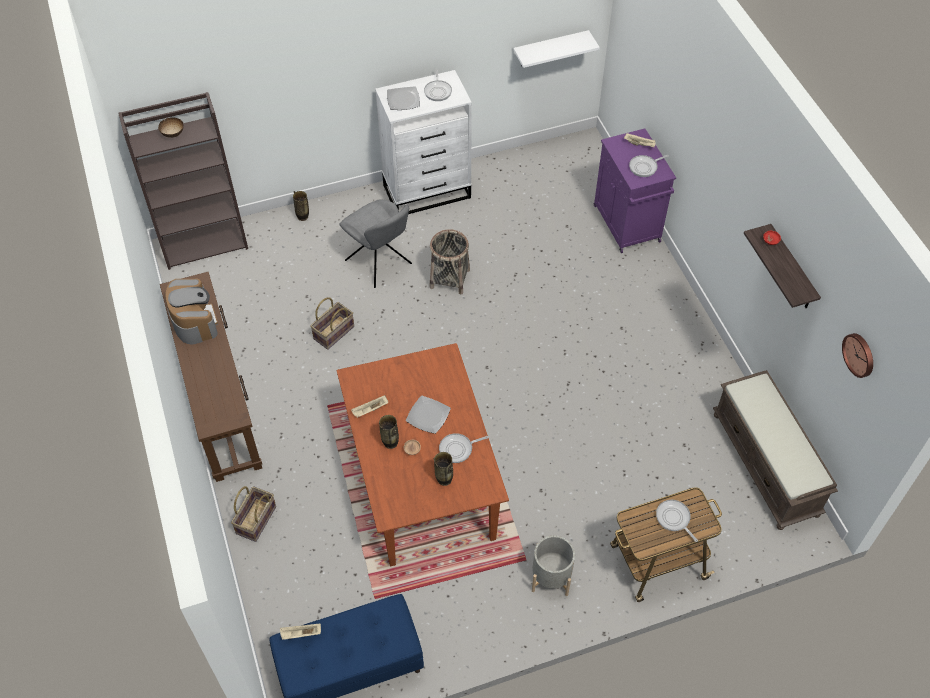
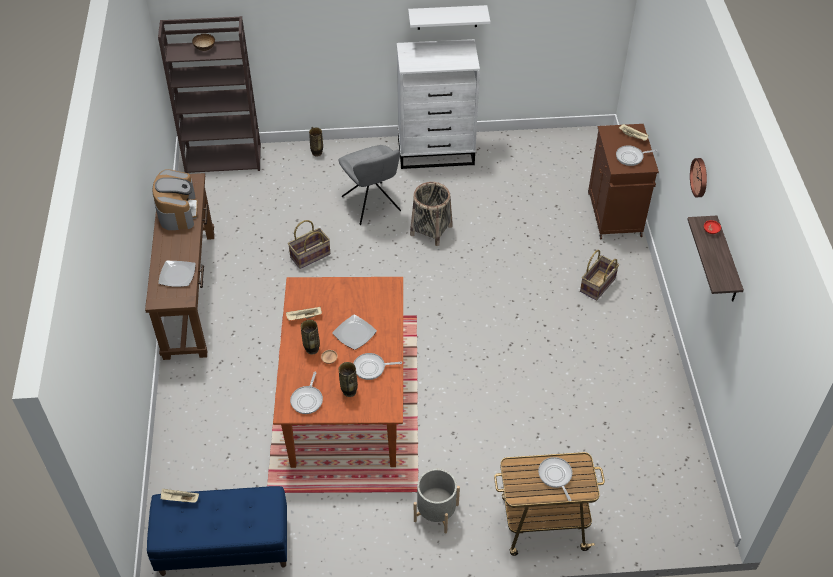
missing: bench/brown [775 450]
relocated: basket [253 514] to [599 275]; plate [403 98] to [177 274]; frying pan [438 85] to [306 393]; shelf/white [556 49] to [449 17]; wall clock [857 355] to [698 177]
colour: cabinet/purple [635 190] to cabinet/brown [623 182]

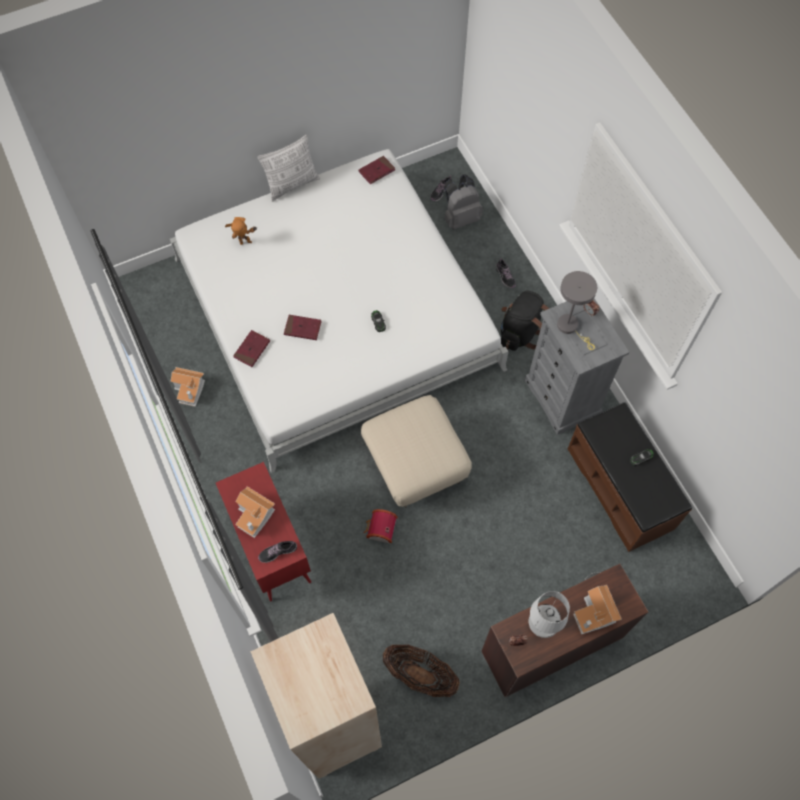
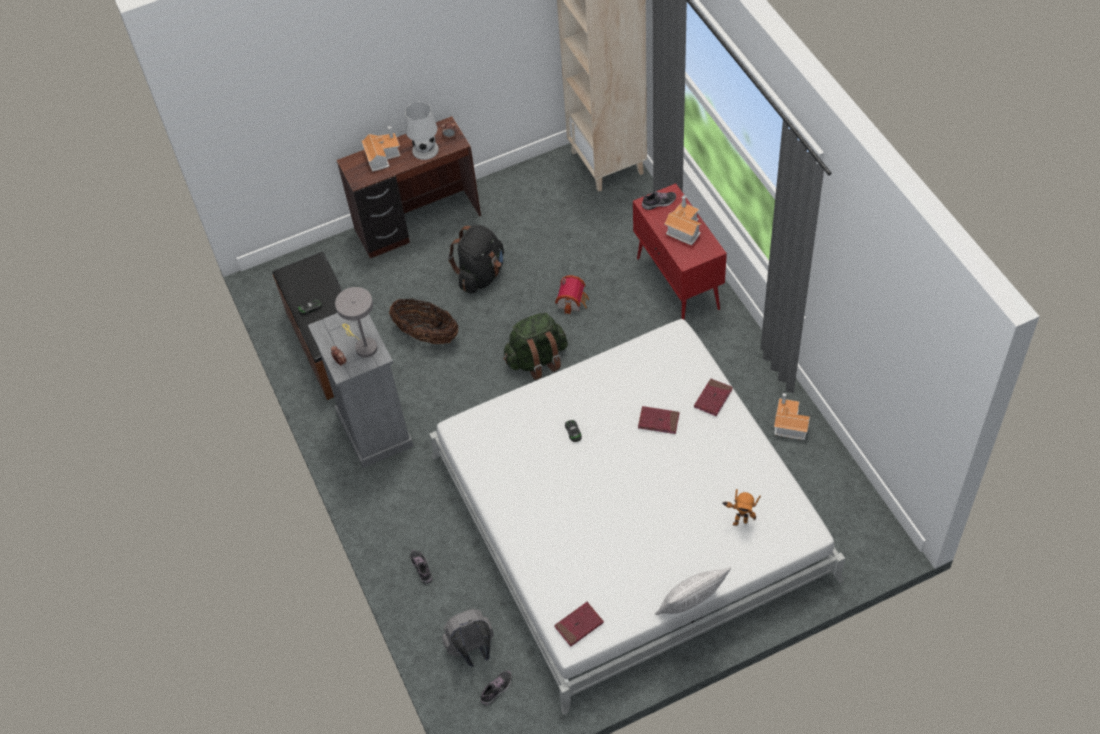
relocated: basket [421 670] to [423 321]; backpack/black [525 320] to [476 259]
exchanged: ottoman/beige [416 451] to backpack/green [535 346]

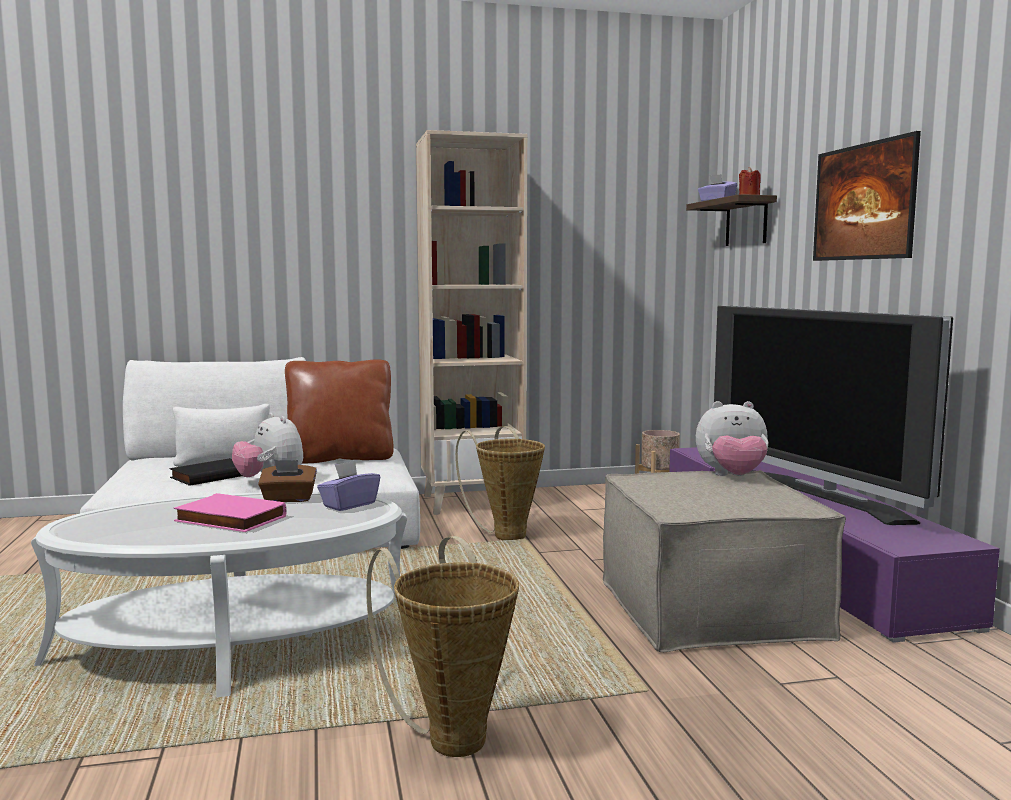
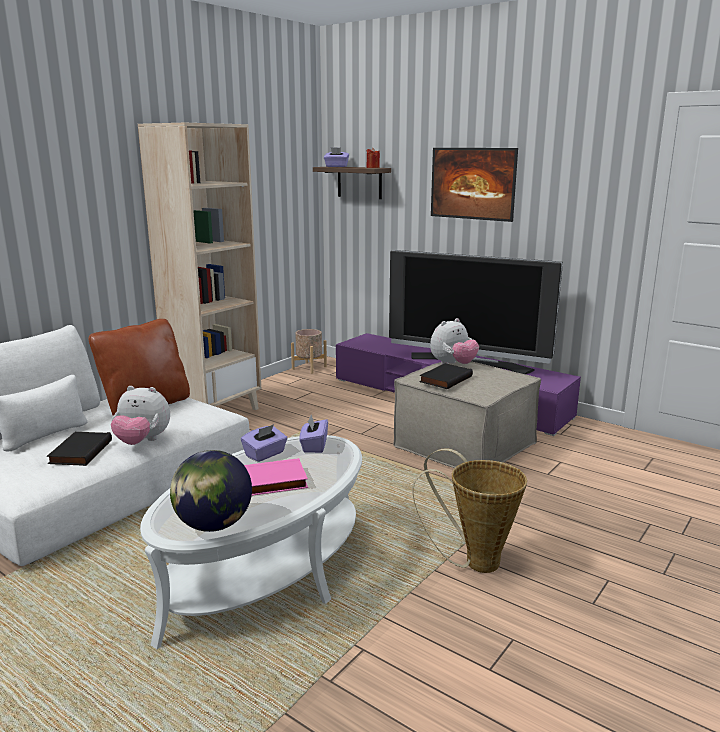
missing: basket [500 483]
appeared: globe [211 491]; book/black [446 376]
colour: tissue box/brown [287 481] to tissue box/purple [264 443]

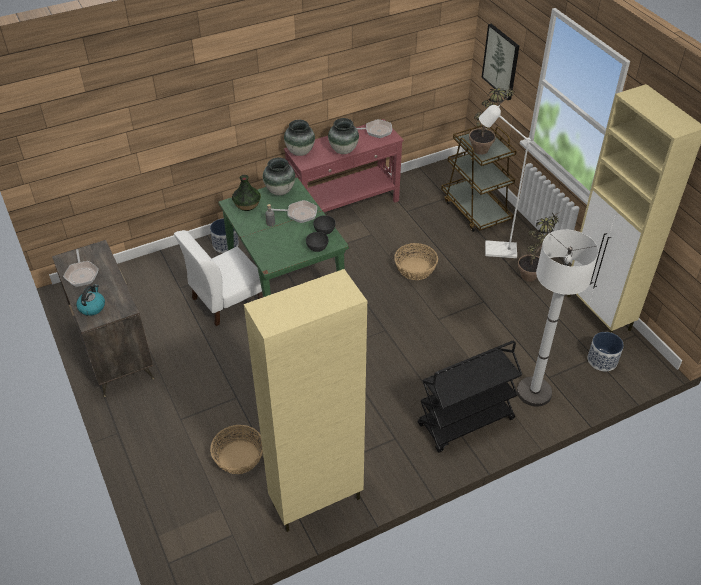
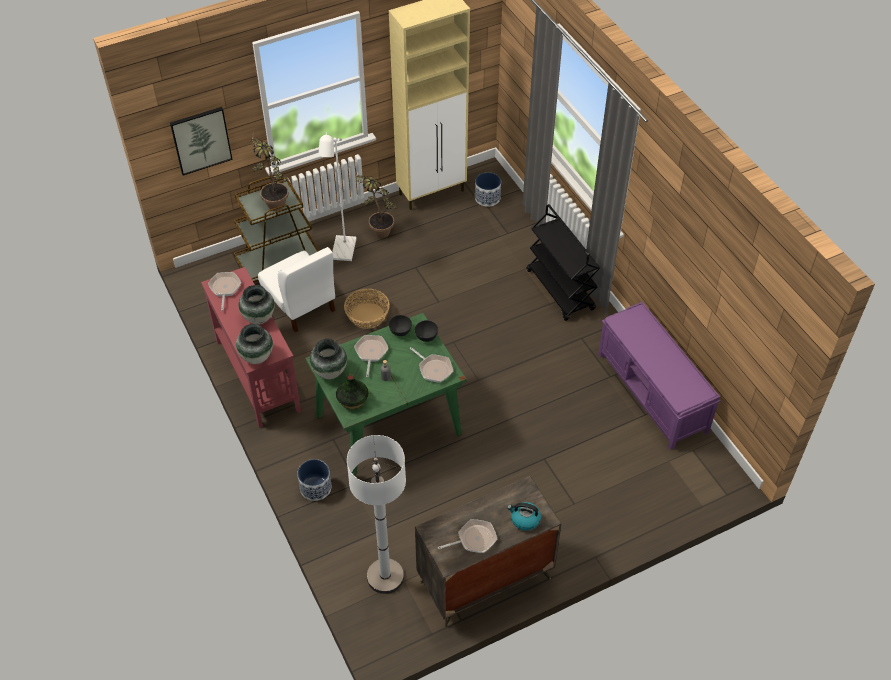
missing: basket [236 449]
appeared: frying pan [431 365]
relocated: chair/white [218 278] to [296 289]; floor lamp/white [558 318] to [376 514]
exchanged: cabinet/beige [305 400] to bench/purple [659 376]

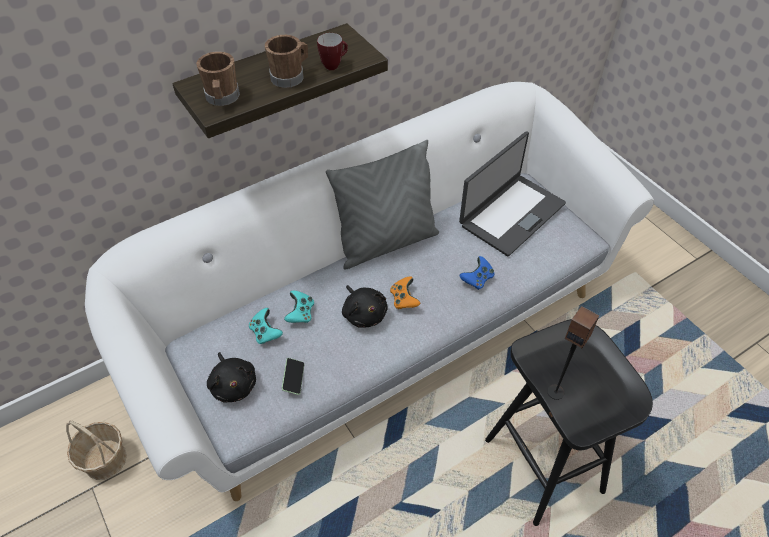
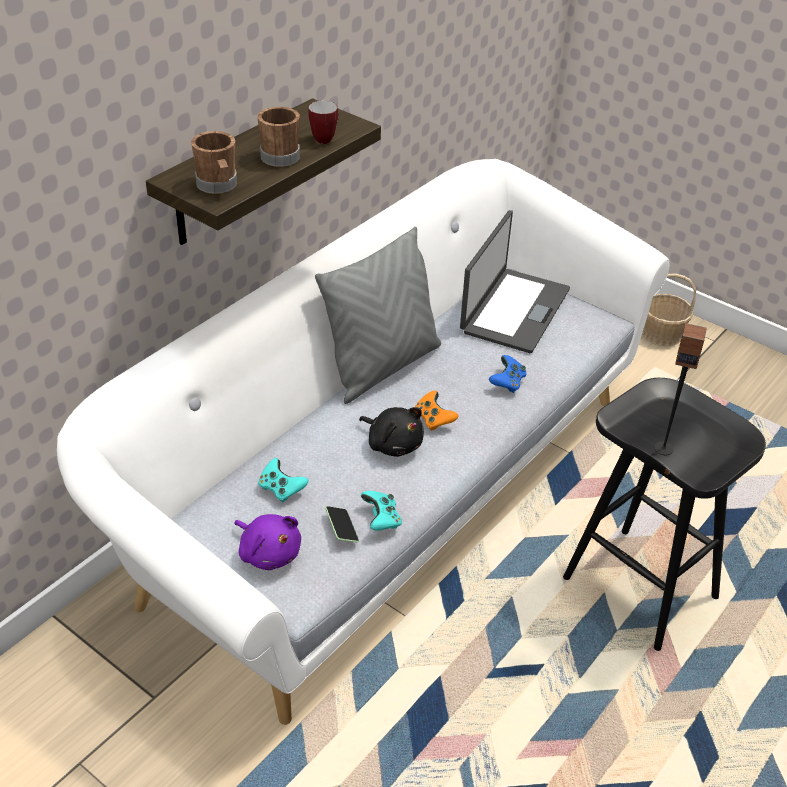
relocated: basket [96 450] to [669 309]; game controller/turquoise [299 307] to [381 511]
colour: plush toy/black [231 377] to plush toy/purple [267 542]

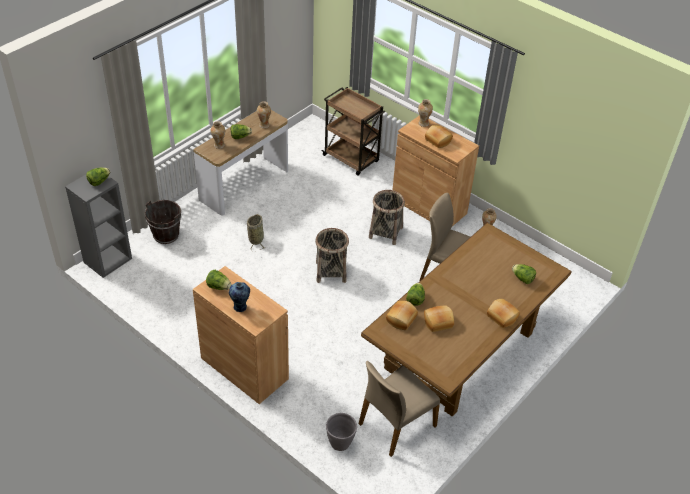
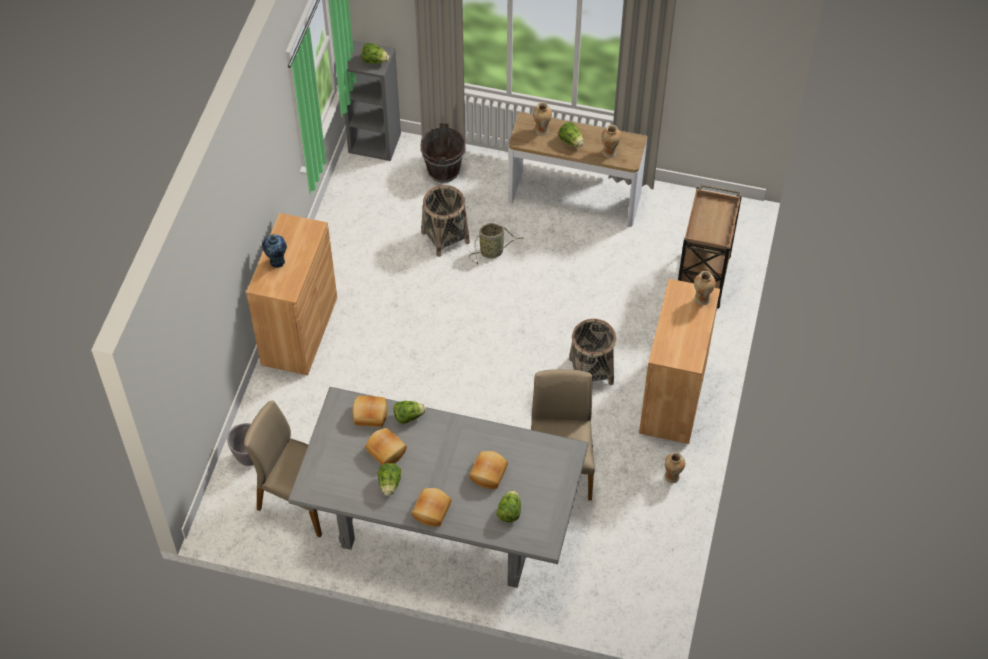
relocated: lettuce [219 280] to [389 479]; basket [332 255] to [445 221]; bread [439 136] to [488 470]
colour: dining table/brown [466 320] to dining table/grey [438 487]

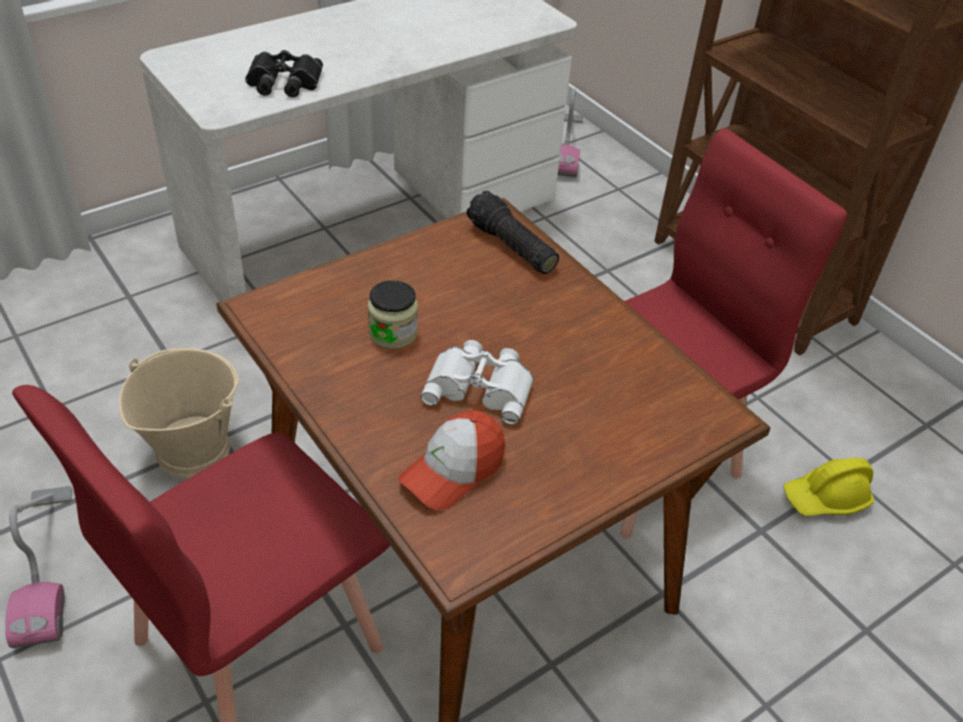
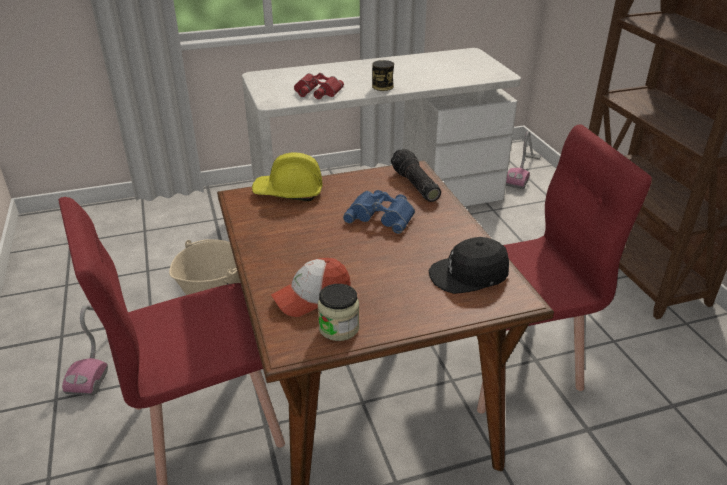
missing: binoculars/white [477 382]
appeared: binoculars/blue [379 212]; can [383 75]; cap/black [468 265]
relocated: jar [393 314] to [338 312]; hard hat/yellow [829 487] to [287 176]
colour: binoculars/black [284 73] to binoculars/red [319 86]

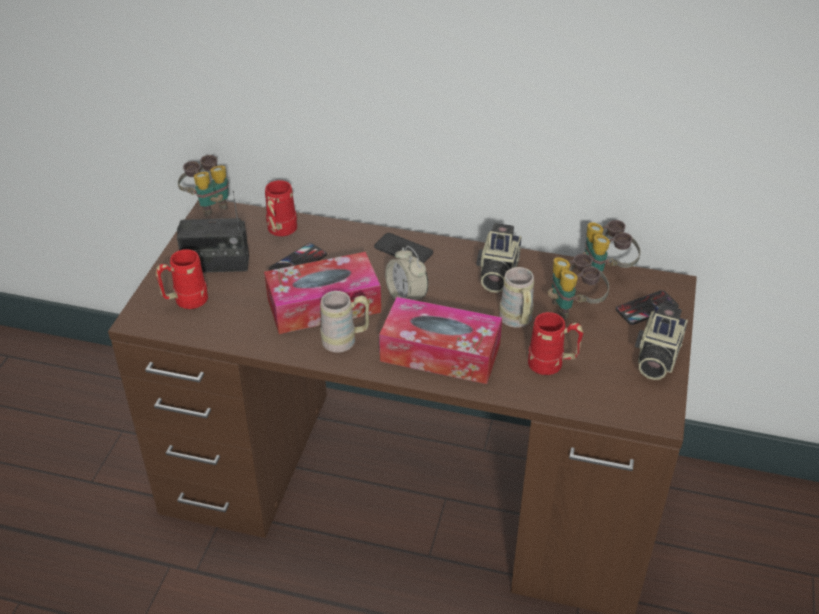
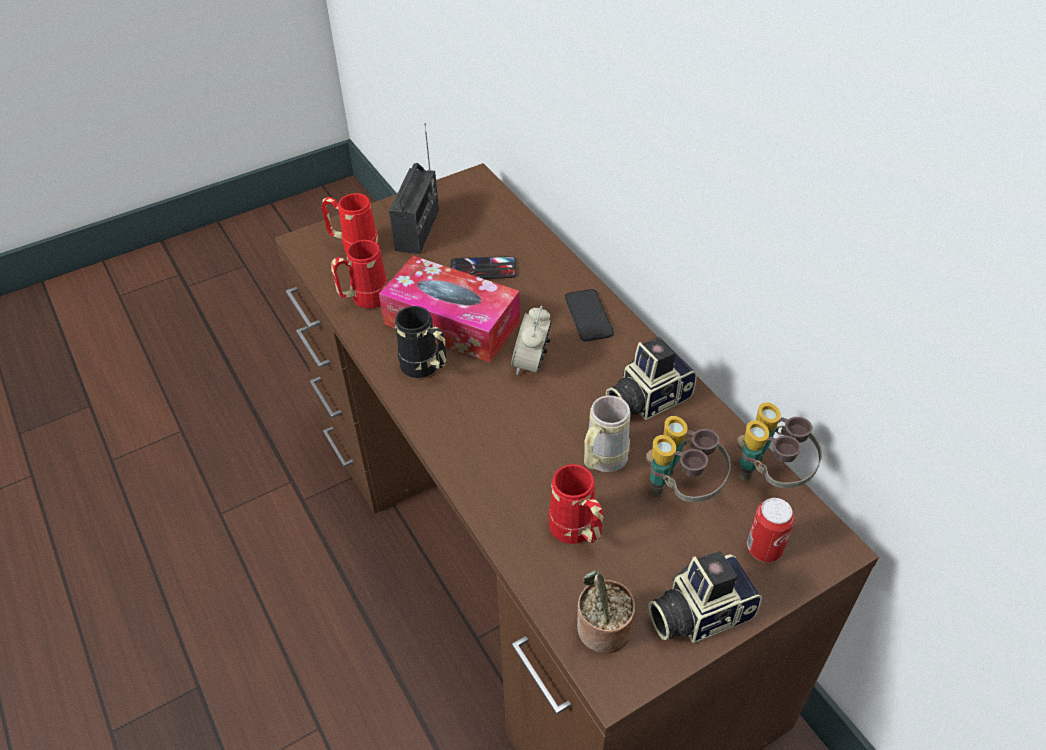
missing: binoculars [203 186]; tissue box [440 340]
appeared: potted plant [606 612]
relocated: mug/red [281 208] to [359 274]
exchanged: phone [647 307] to can [771 530]
colour: mug/beige [344 322] to mug/black [421 342]
spun: radio [213 231] = [414 188] 120 degrees counterclockwise

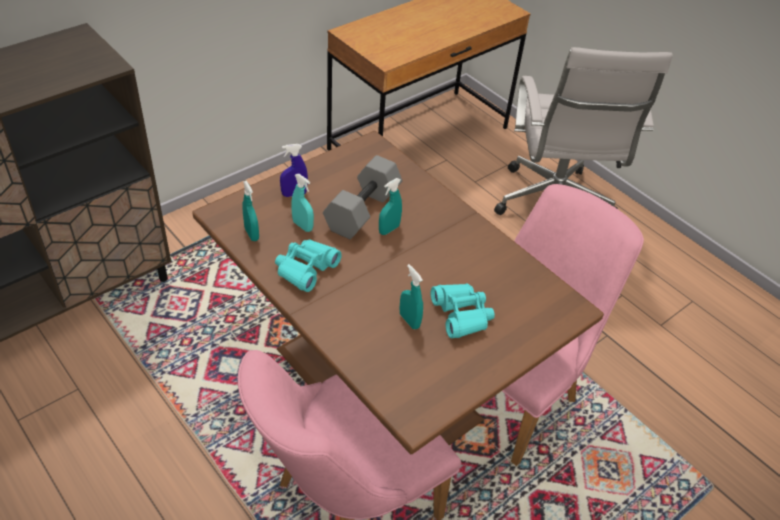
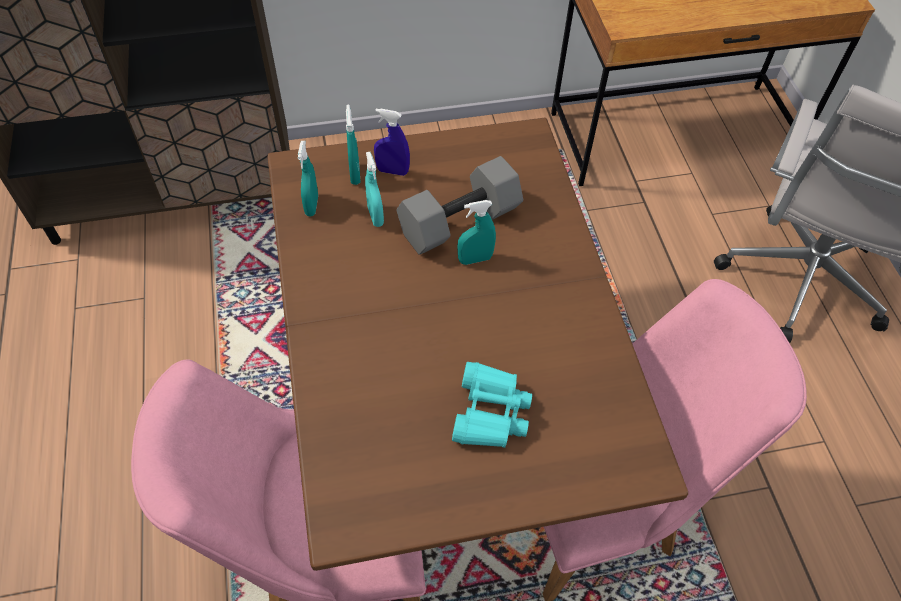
missing: binoculars/turquoise [308 265]
relocated: spray bottle/turquoise [411 296] to [353 145]

